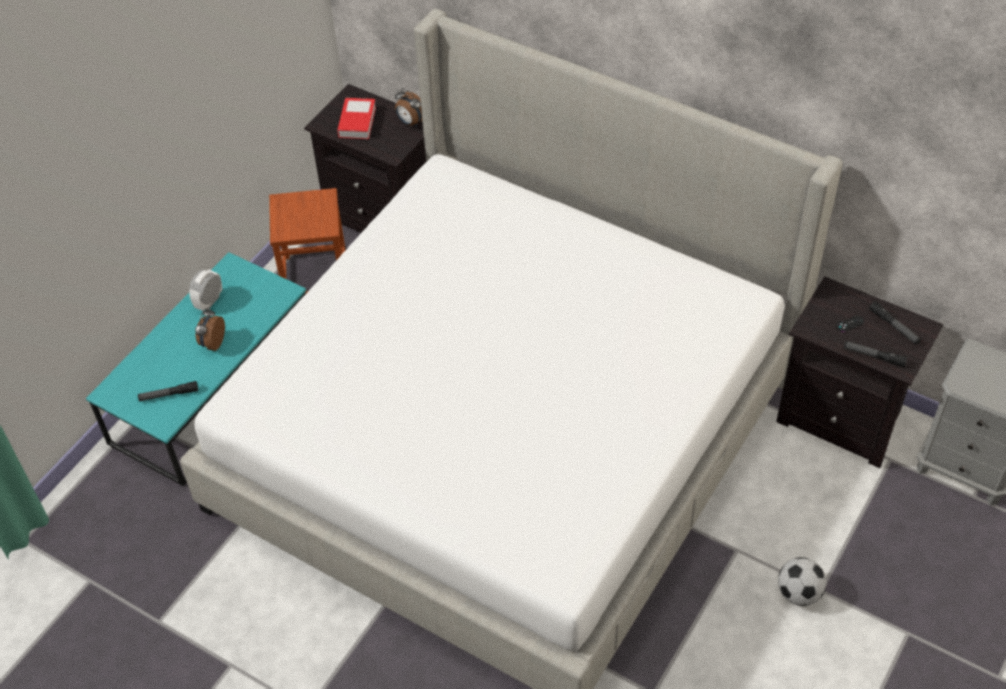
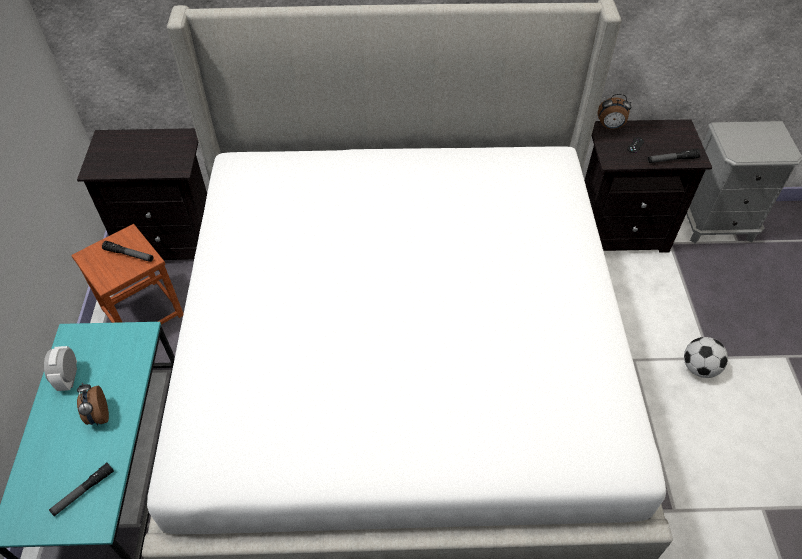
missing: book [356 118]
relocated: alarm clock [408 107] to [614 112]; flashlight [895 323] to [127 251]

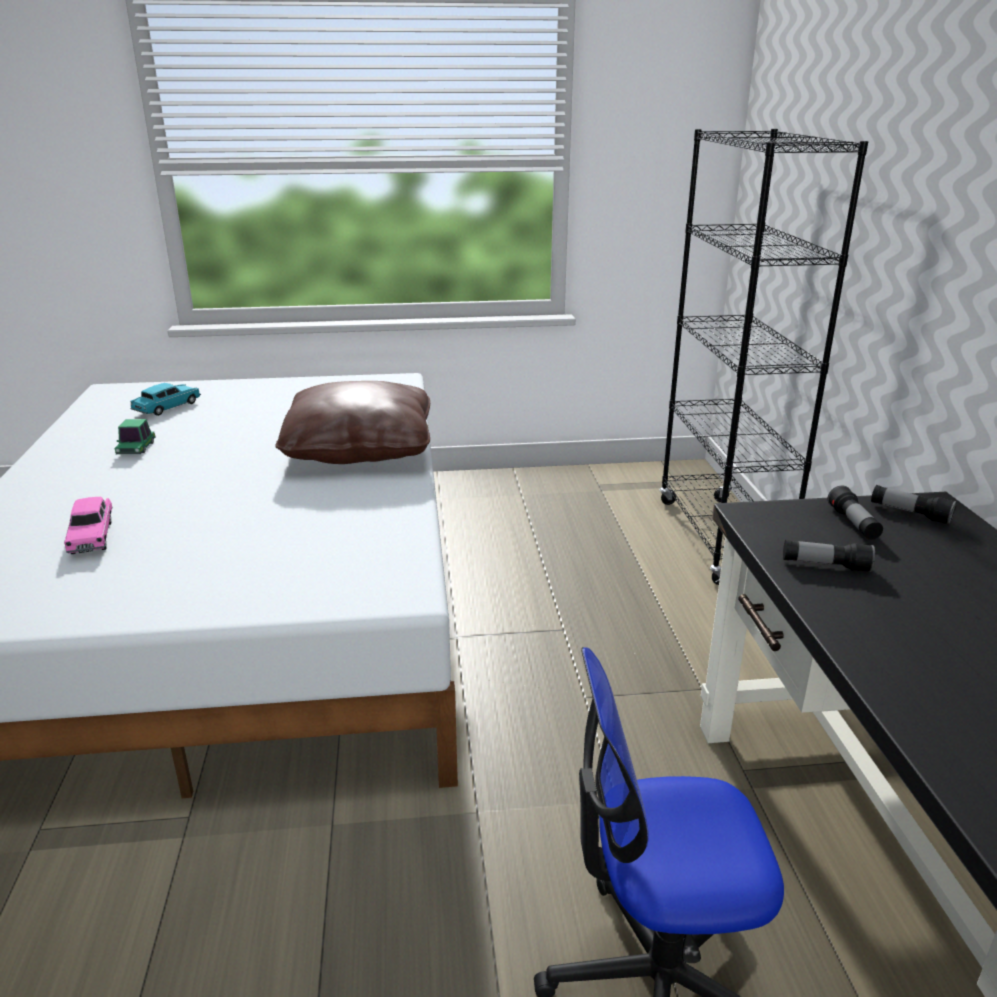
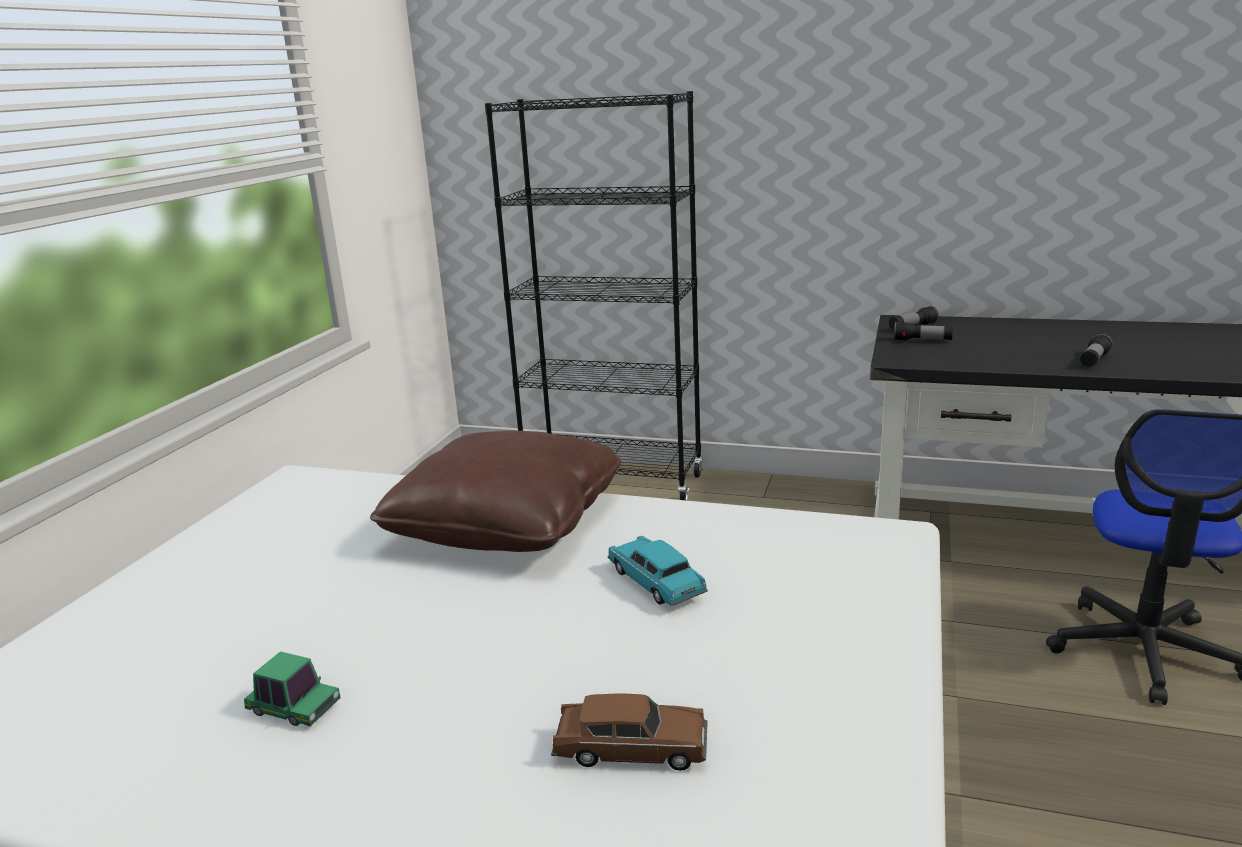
relocated: toy car/turquoise [165 399] to [658 571]; flashlight [829 556] to [1096 350]
colour: toy car/pink [88 525] to toy car/brown [629 732]

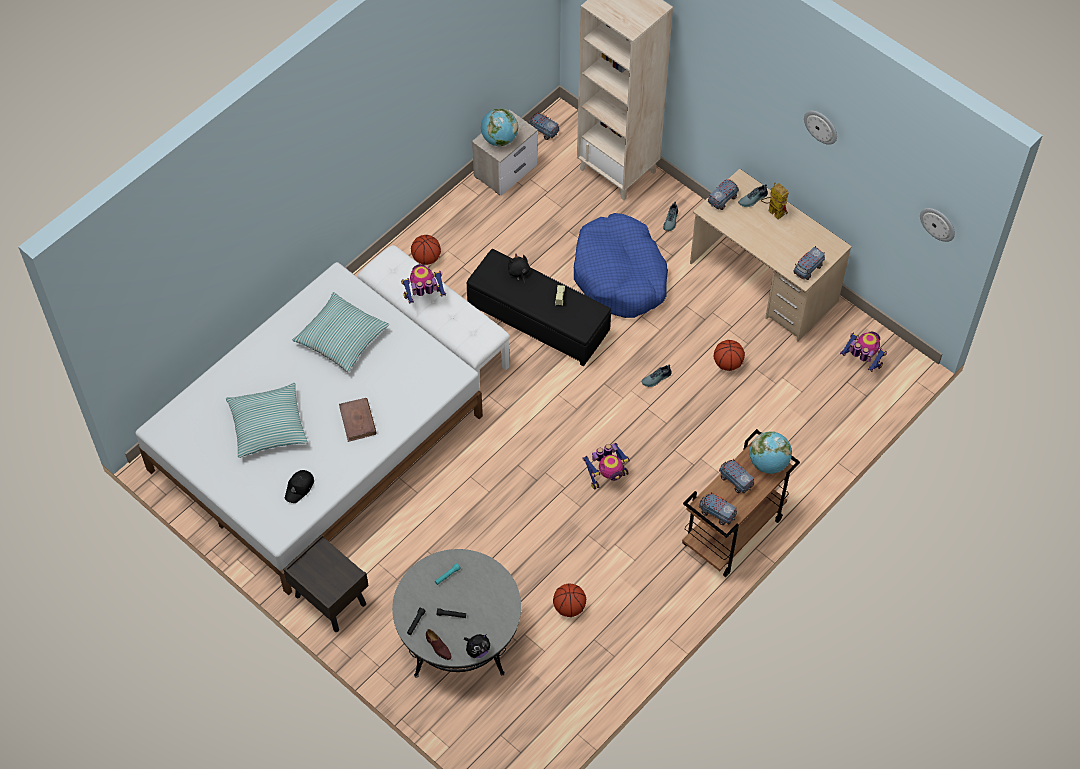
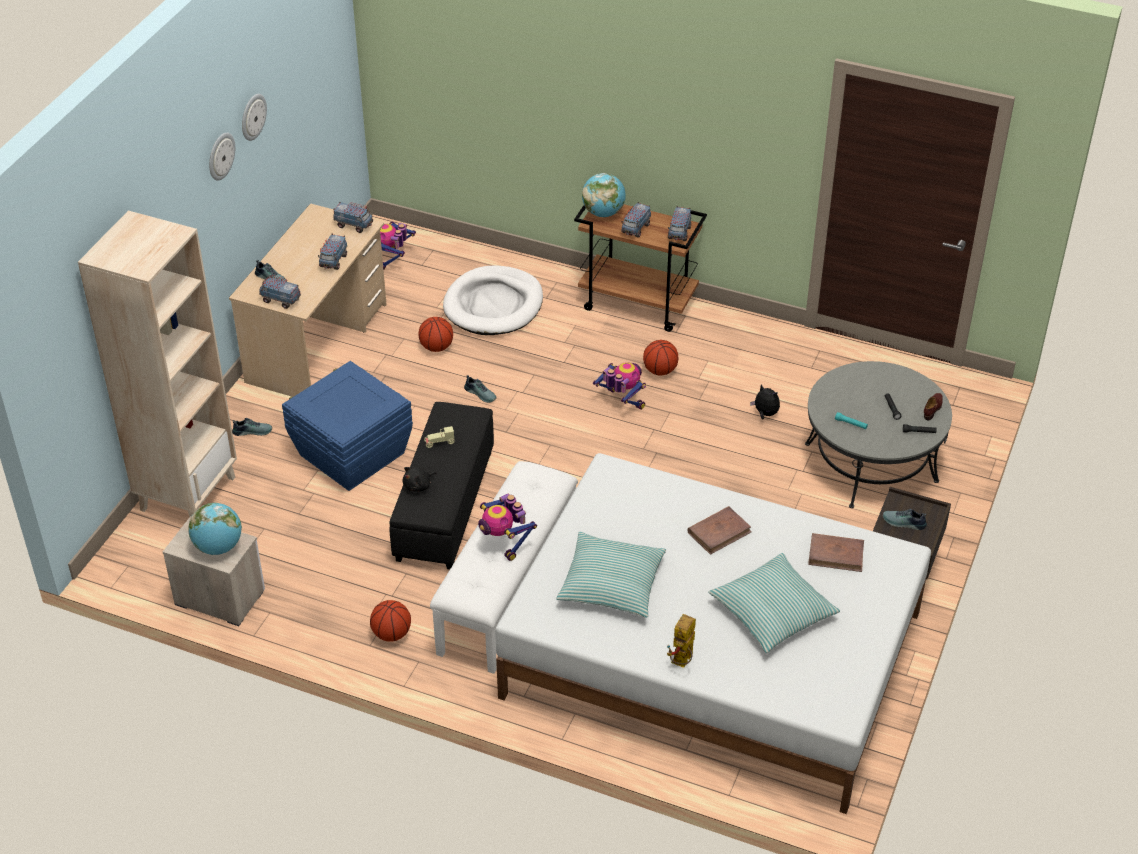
appeared: dog bed/white [493 300]; shoe [905 519]
relocated: plush toy [477 646] to [765 402]; toy truck [544 125] to [332 251]; basketball [569 600] to [660 357]; toy robot [775 201] to [681 641]; wall clock [937 225] to [222 157]
exchanged: cap/black [299 486] to book/brown [836 552]; dog bed/blue [621 265] to storage box/blue [347 426]

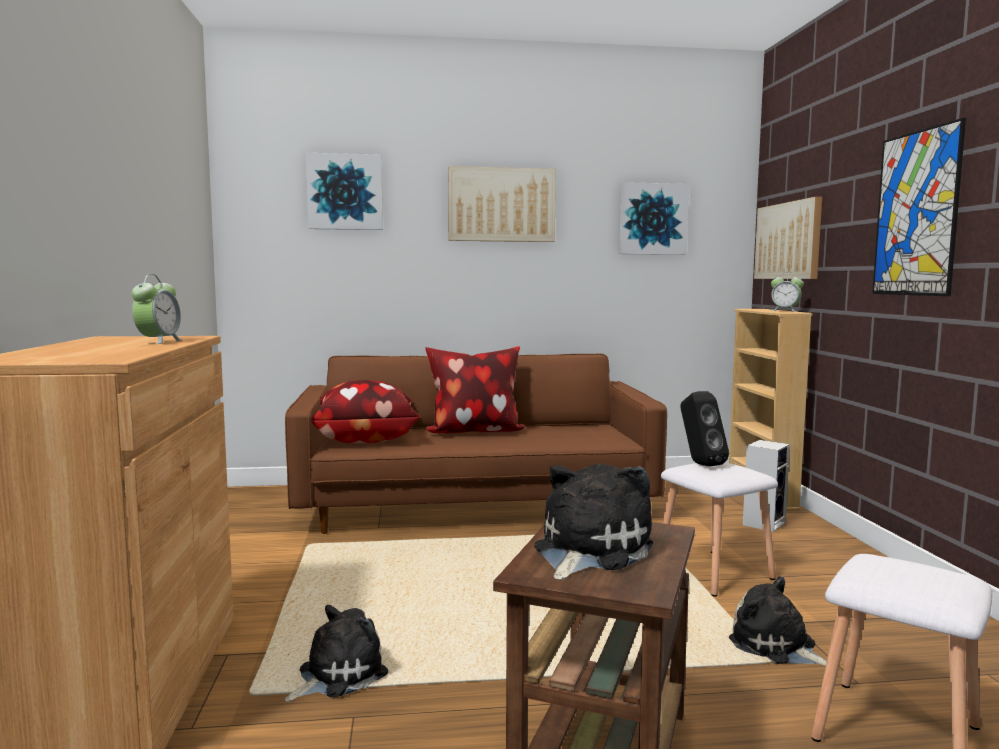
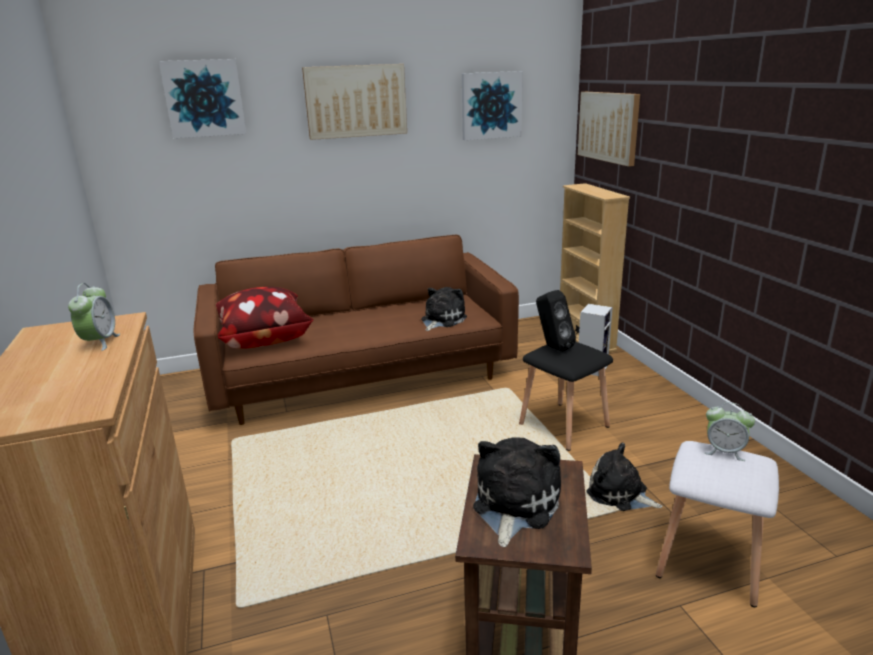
missing: pillow [475 390]; picture [919 207]
relocated: plush toy [336 653] to [444 309]; alarm clock [787 292] to [730 431]
colour: stool/white [719 529] to stool/black [566 396]

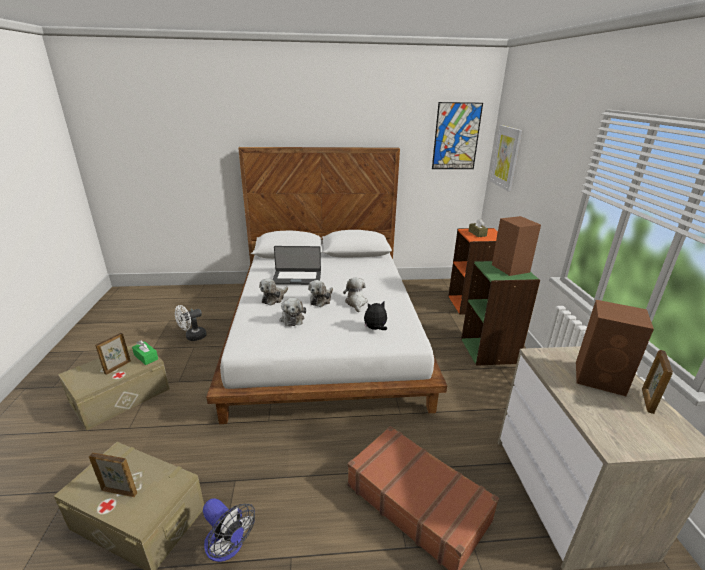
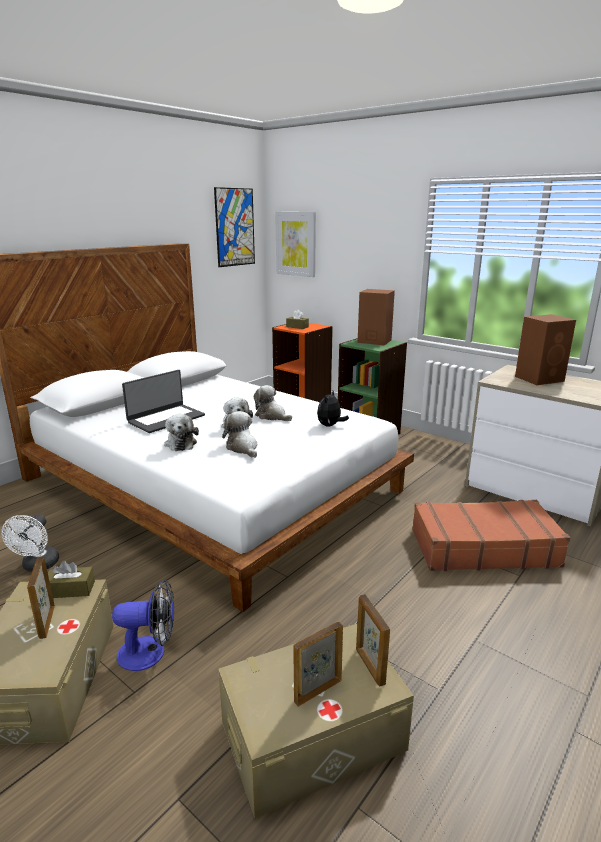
relocated: fan [229 530] to [143 625]; picture frame [657 382] to [373 640]
colour: tissue box/green [145 352] to tissue box/brown [71 579]
spun: plush toy [293 312] = [239 434] 150 degrees counterclockwise

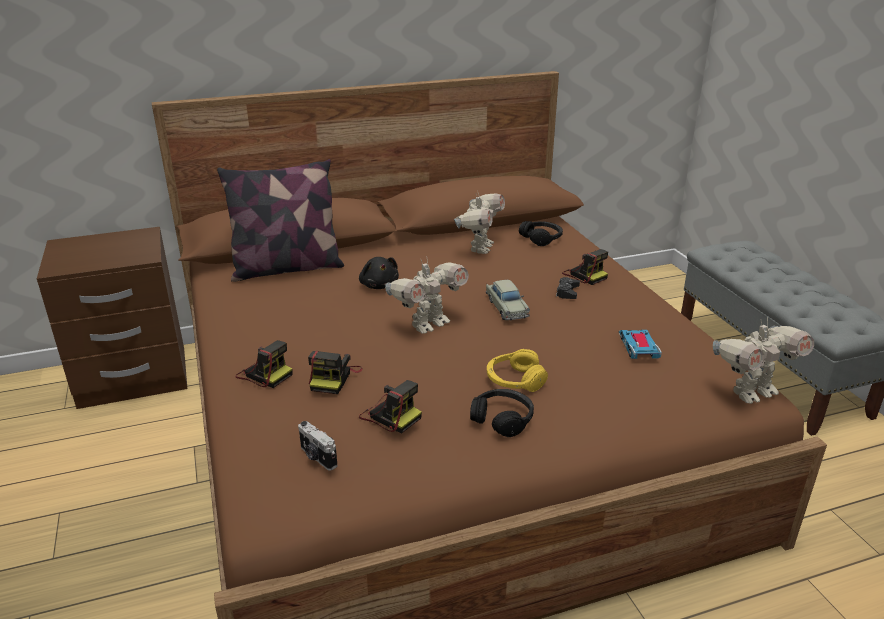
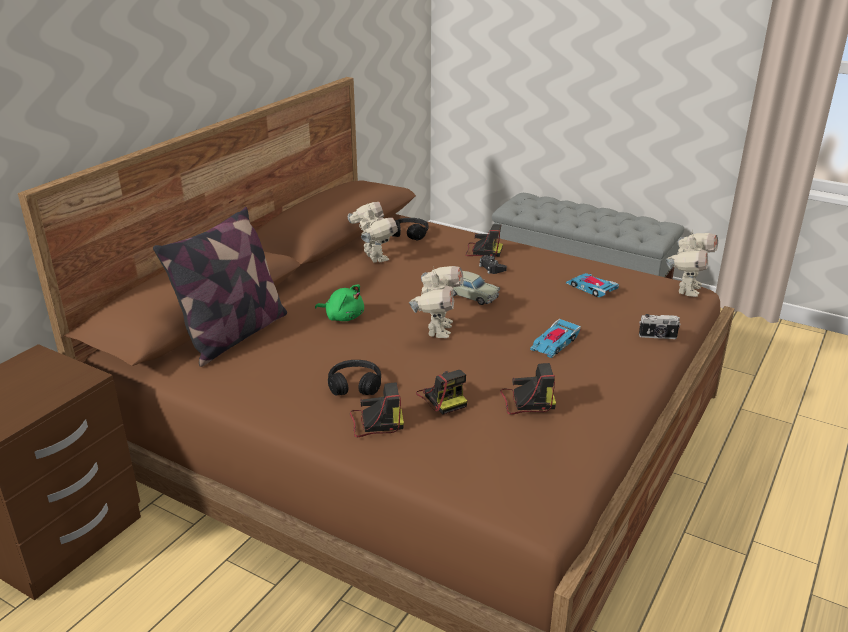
relocated: photo camera [318 446] to [660 326]; headphones/black [502 413] to [354 377]
exchanged: headphones/yellow [517 370] to toy car [555 338]
colour: plush toy/black [379 273] to plush toy/green [339 302]

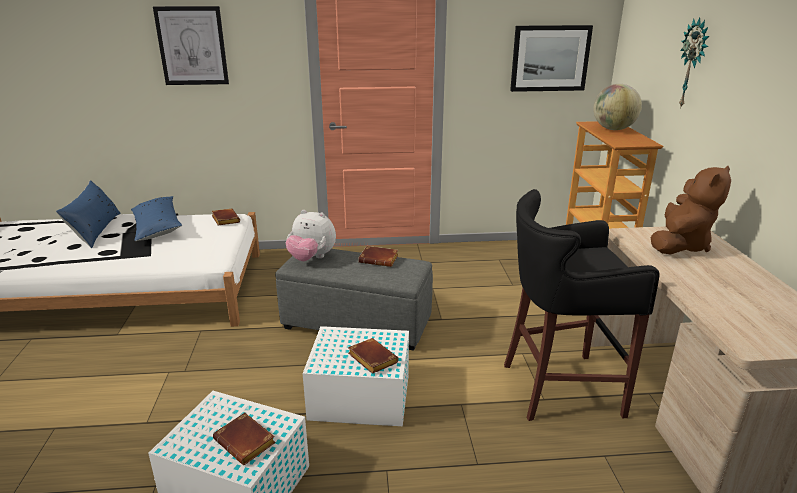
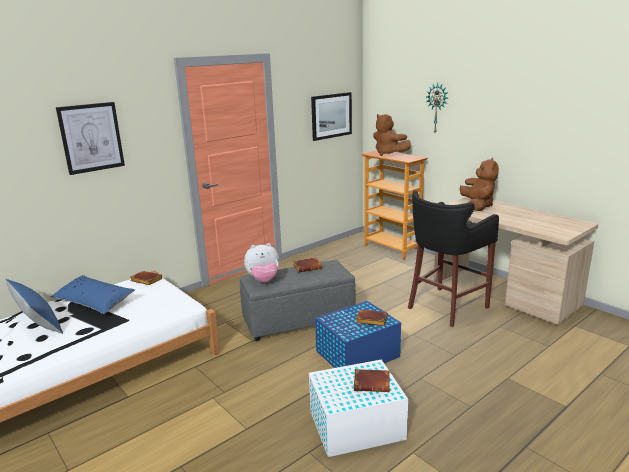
exchanged: globe [617 107] to plush toy/brown [392 135]
colour: storage box/white [355 376] to storage box/blue [358 334]

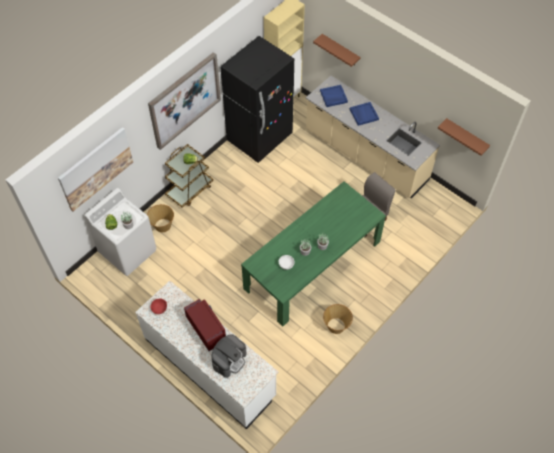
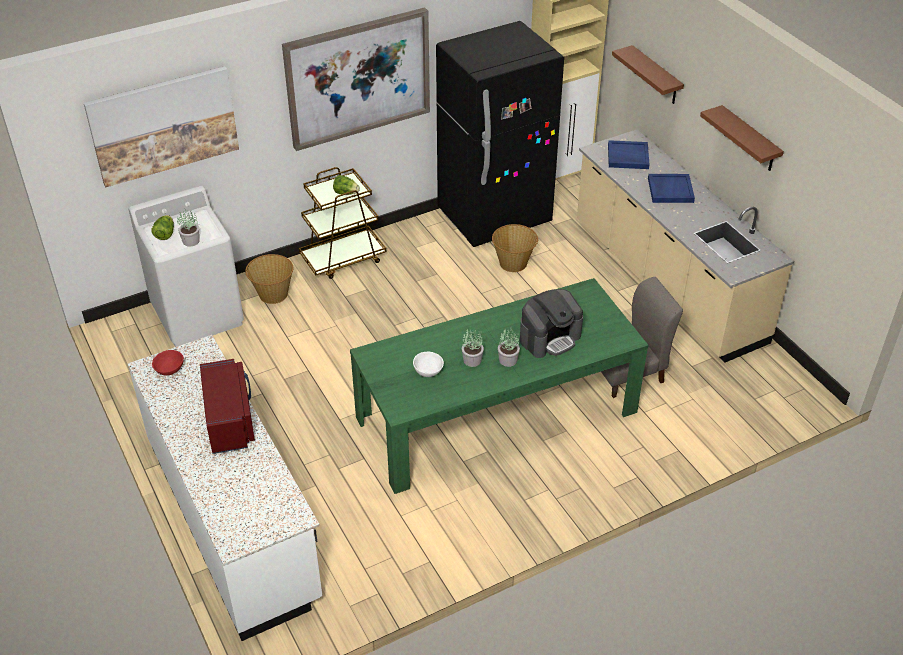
relocated: coffee machine [229 356] to [551 323]; basket [338 319] to [515 248]; shelf/brown [463 137] to [742 138]

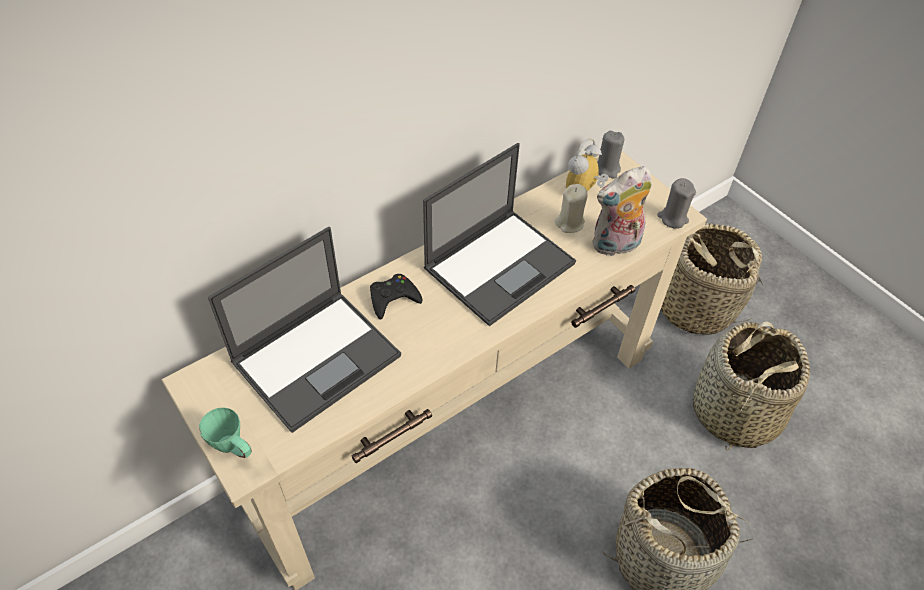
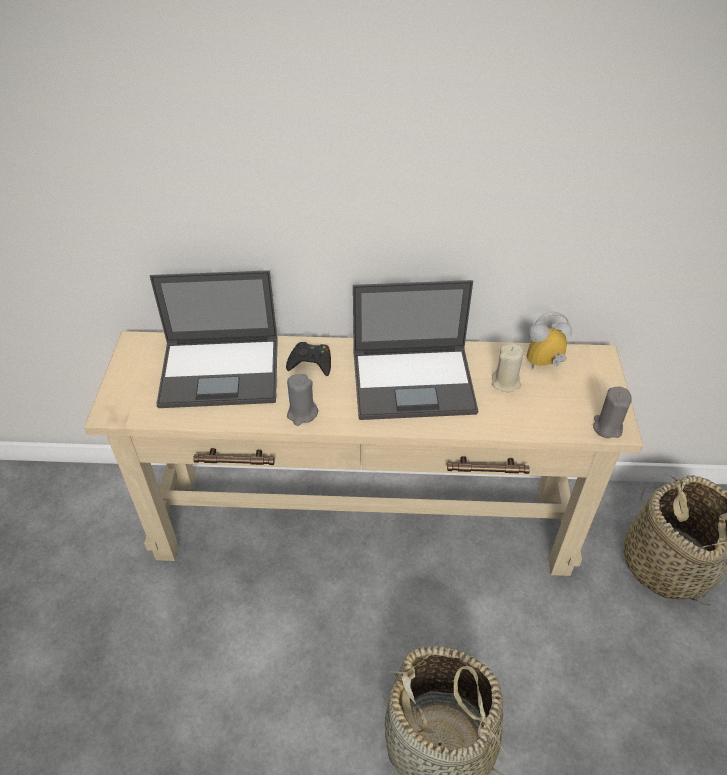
missing: mug/green [225 432]; plush toy [622 211]; basket [751 386]
relocated: candle/grey [611 155] to [302 400]

